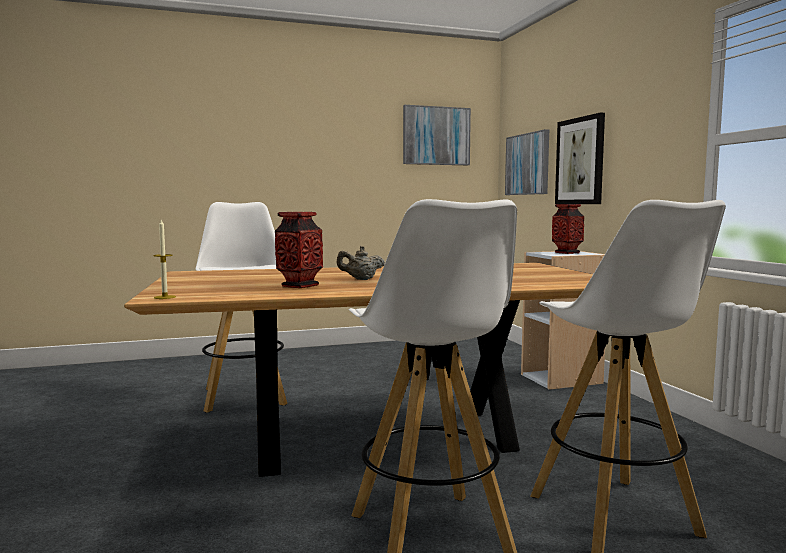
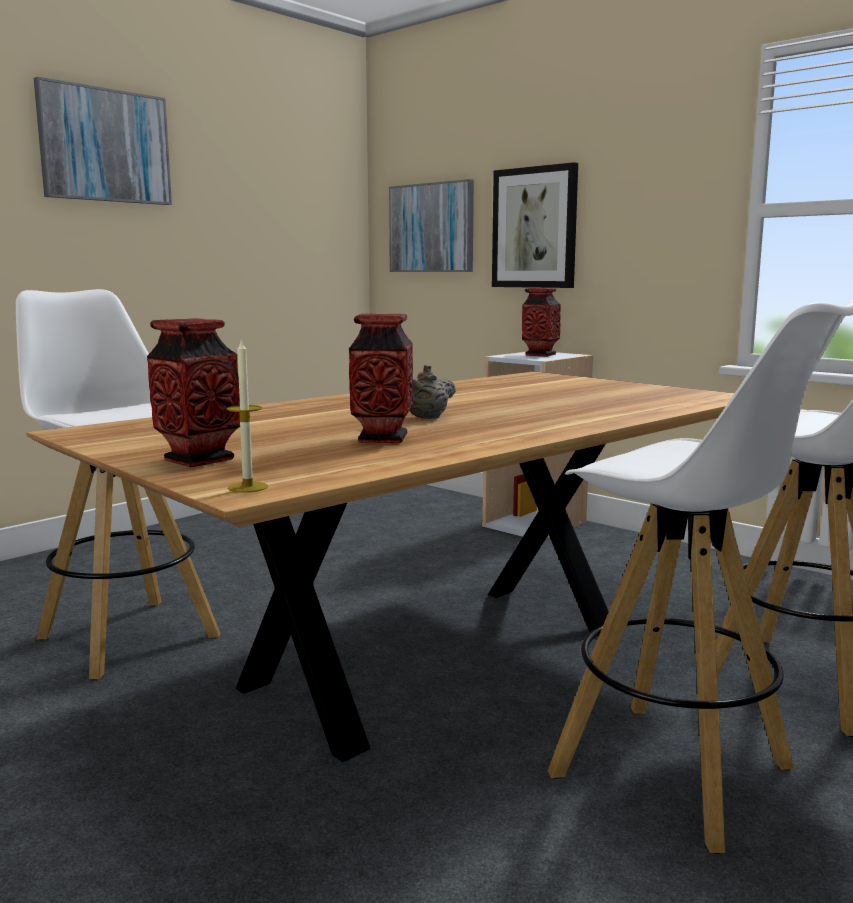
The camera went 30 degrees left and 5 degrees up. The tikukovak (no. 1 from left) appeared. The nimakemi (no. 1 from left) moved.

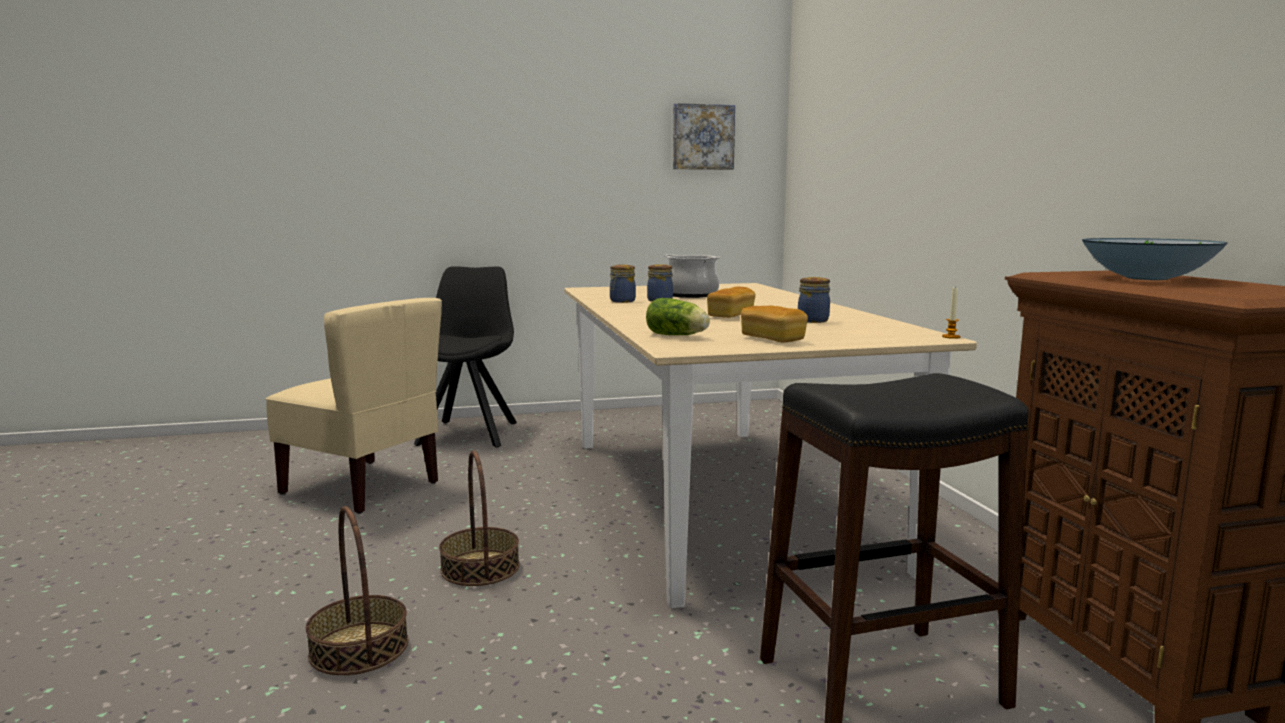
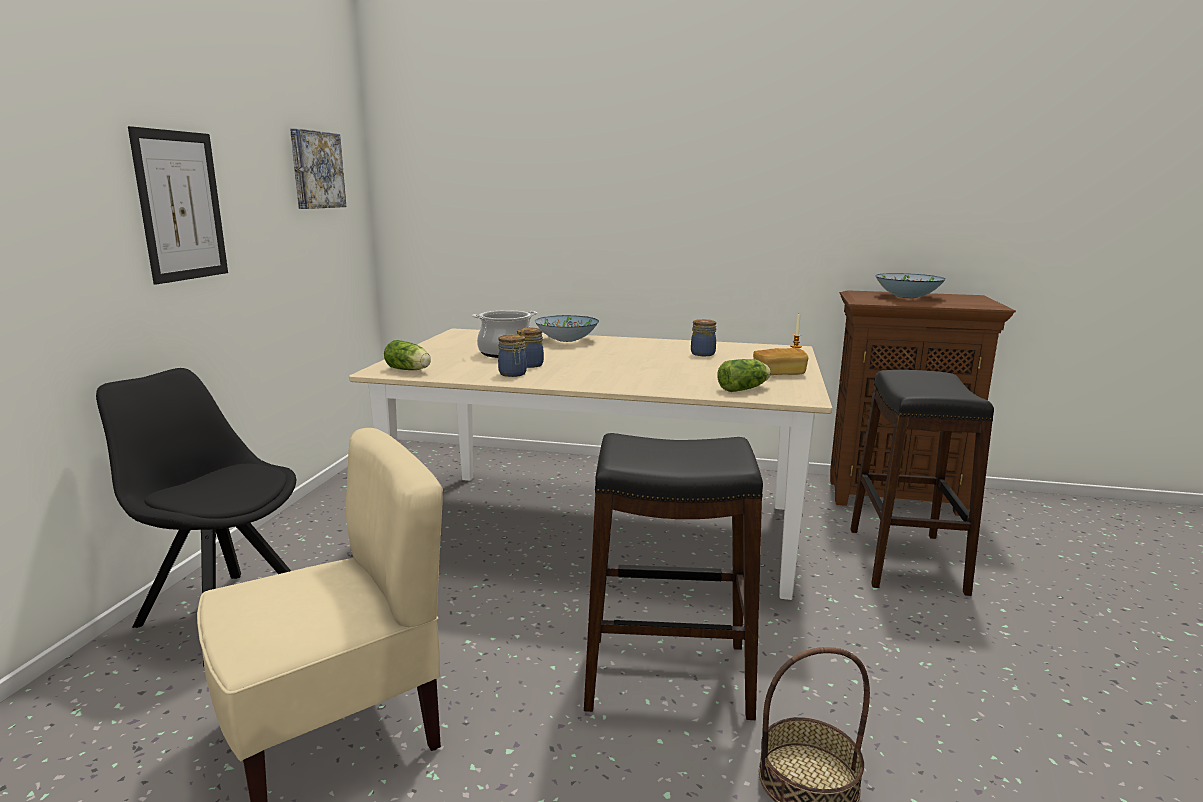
The camera went 65 degrees left and 5 degrees up. The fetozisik (no. 1 from left) disappeared. The nimakemi (no. 1 from left) appeared. The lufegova (no. 1 from left) appeared. The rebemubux (no. 1 from left) appeared. The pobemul (no. 2 from left) was replaced by the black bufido (no. 1 from left).

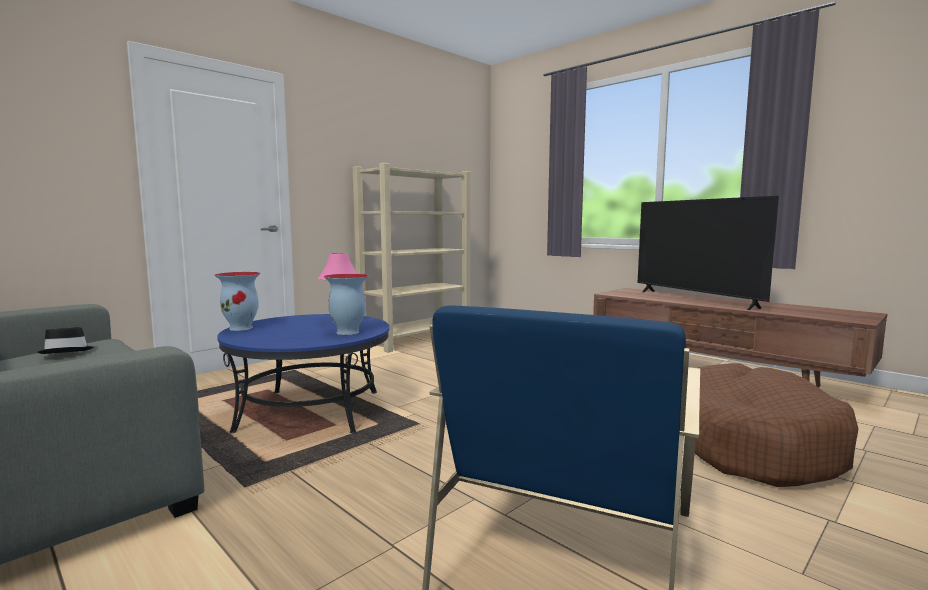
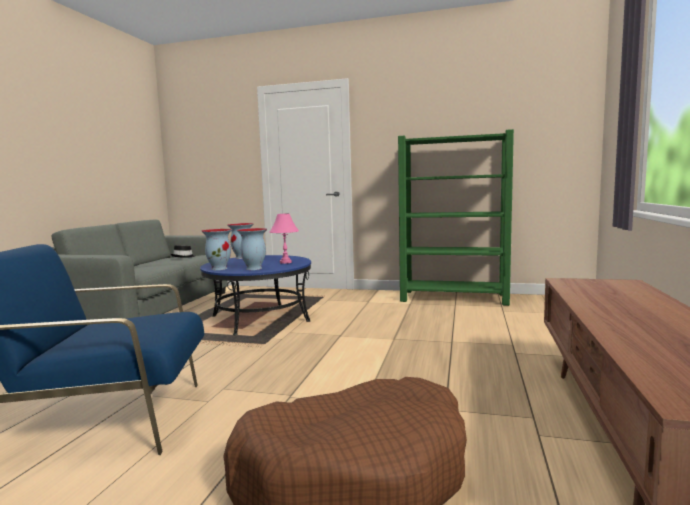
The camera went 60 degrees right and 0 degrees up. The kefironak disappeared. The tikukovak (no. 1 from left) appeared. The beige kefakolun became the green kefakolun.

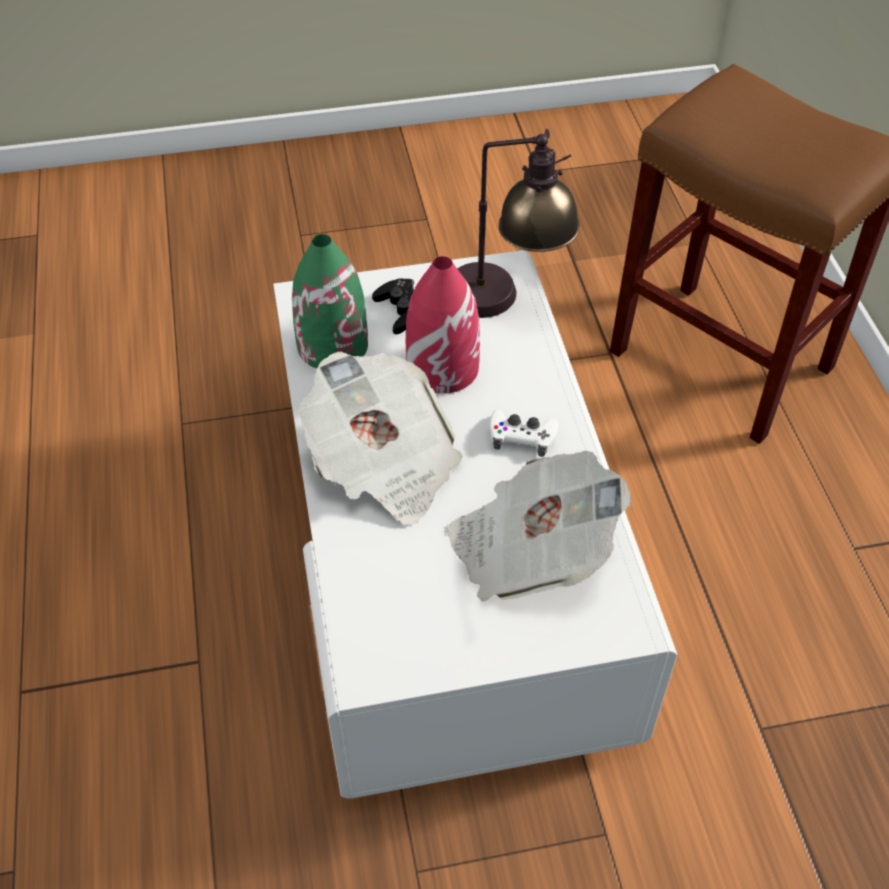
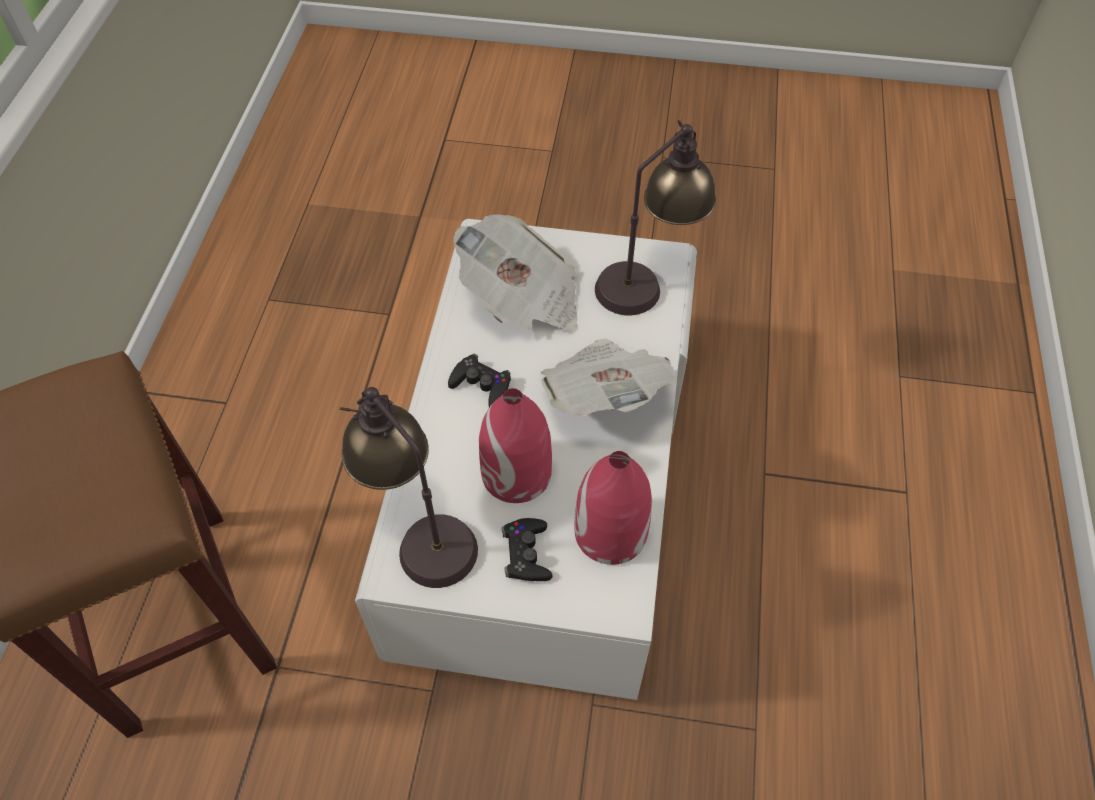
The camera went 160 degrees left and 5 degrees up. The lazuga (no. 2 from left) appeared. The green tikukovak became the red tikukovak (no. 2 from left). The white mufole became the black mufole (no. 1 from left).

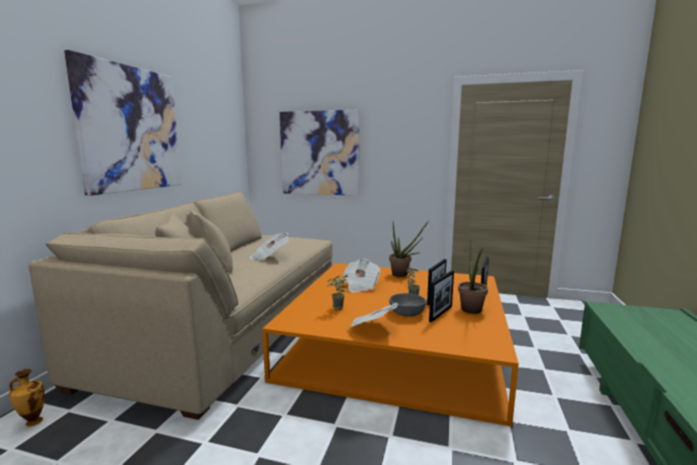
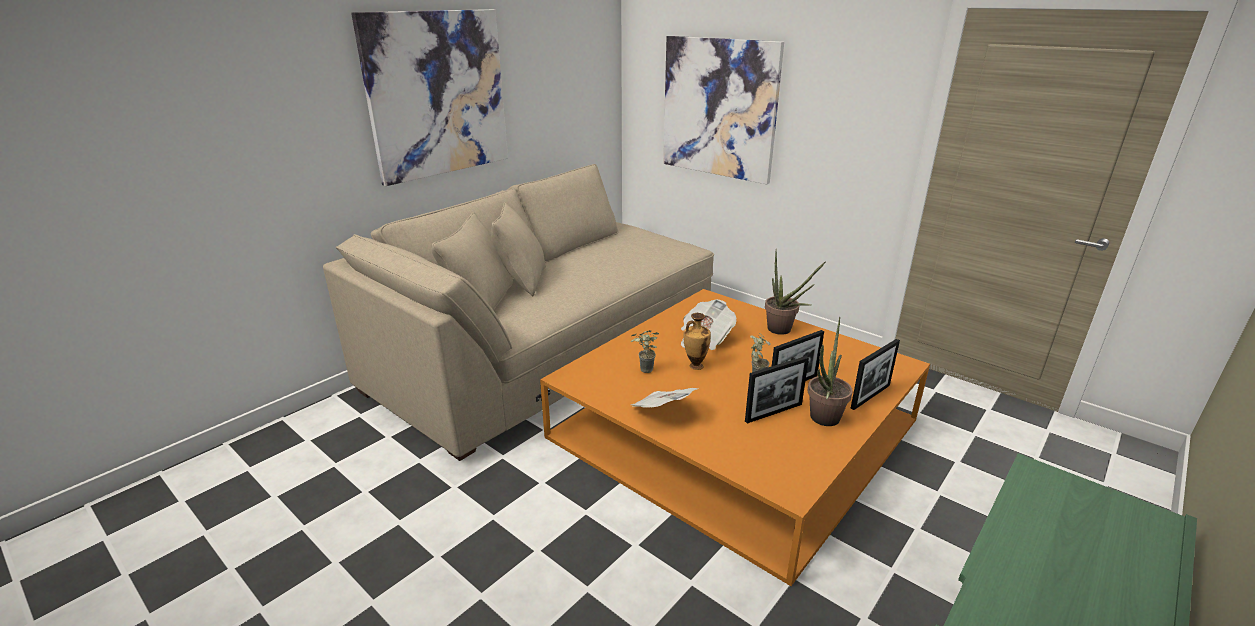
The camera went 25 degrees right and 15 degrees up. The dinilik (no. 1 from left) disappeared. The grey rebemubux disappeared. The tikukovak moved.

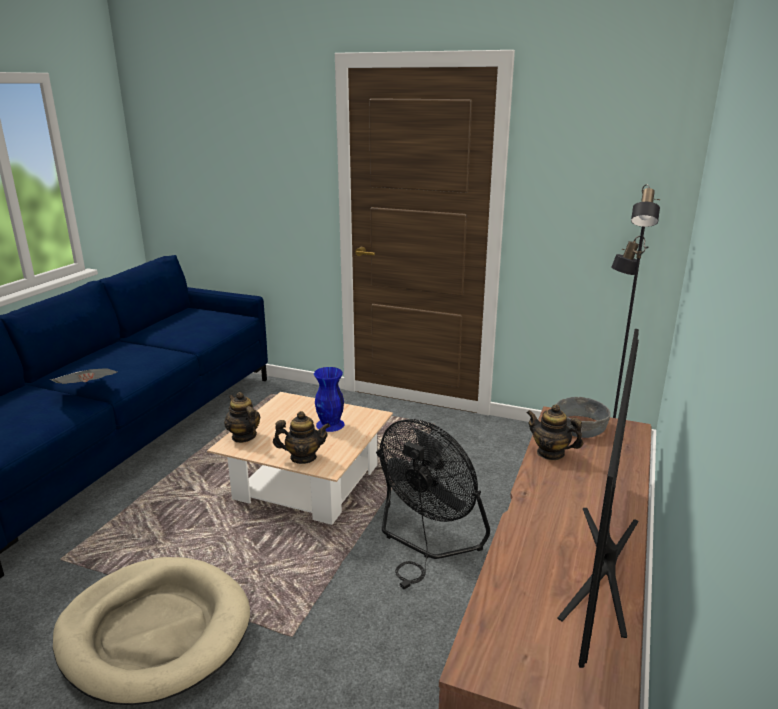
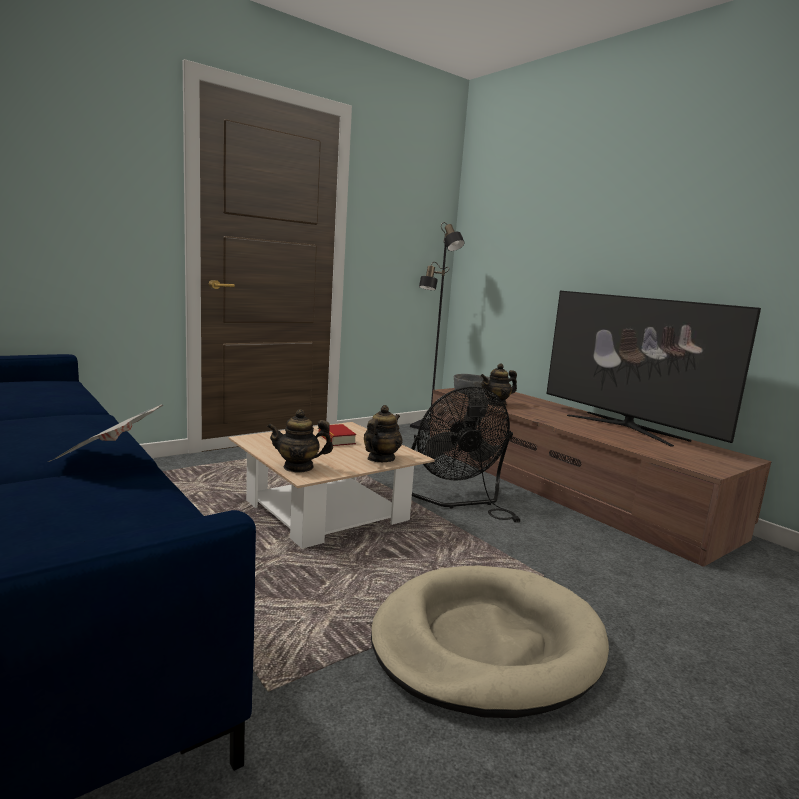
The camera went 60 degrees left and 10 degrees down. The blue tikukovak was replaced by the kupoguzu.

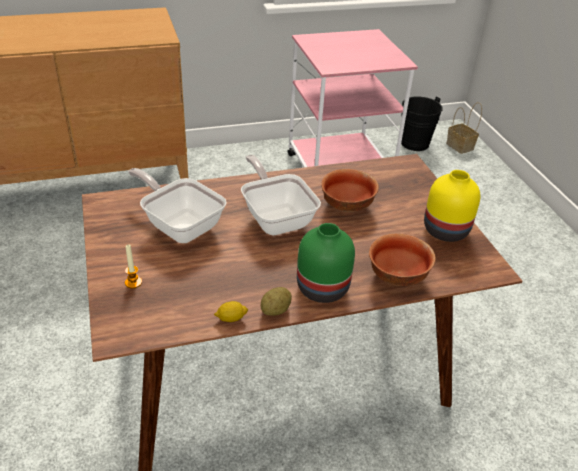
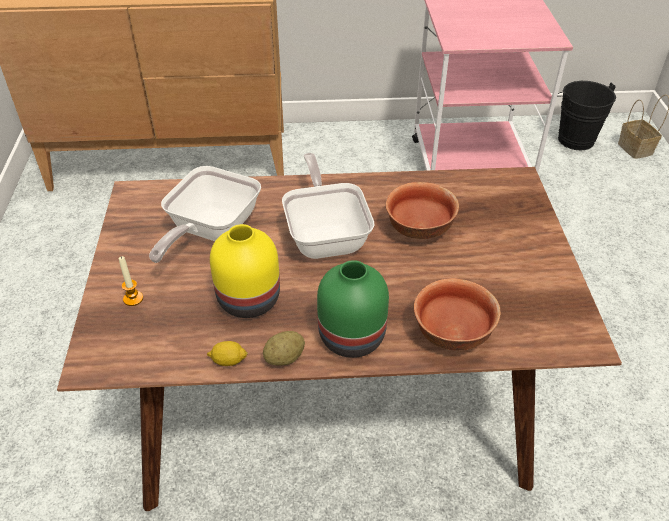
The camera went 15 degrees right and 5 degrees up. The yellow tikukovak moved. The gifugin (no. 1 from left) turned 120 degrees counterclockwise.

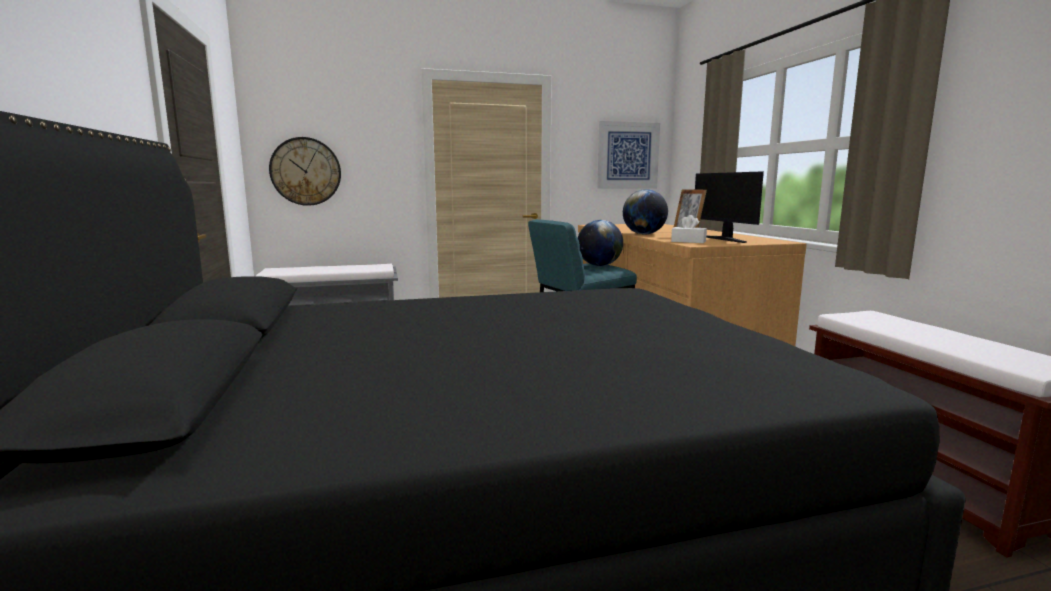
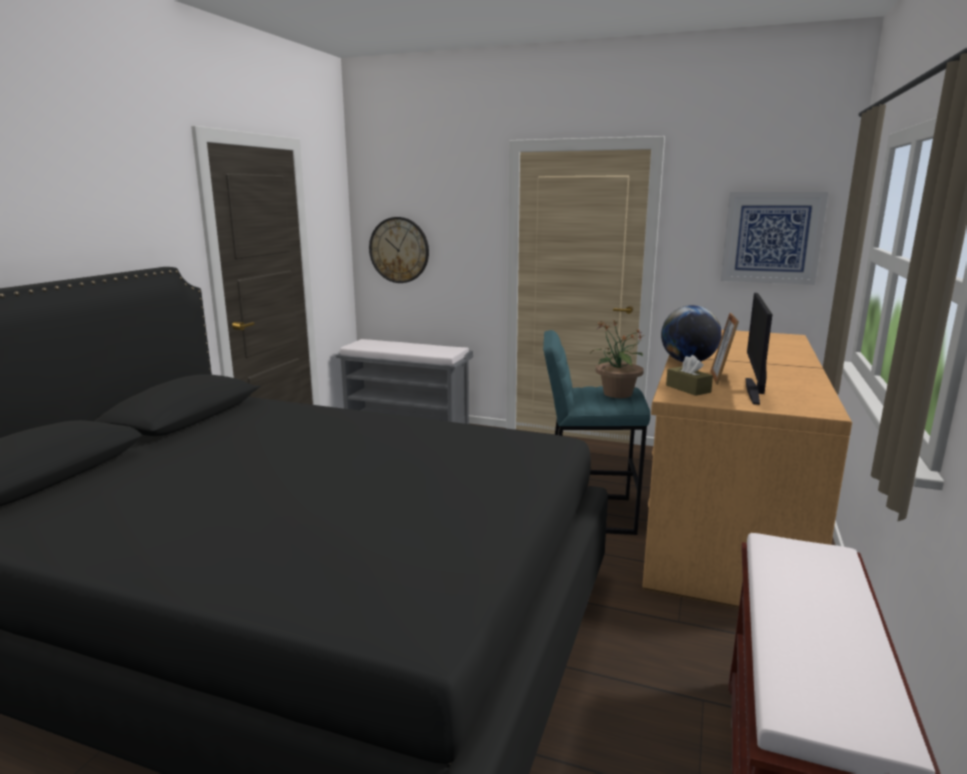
The camera went 35 degrees right and 5 degrees up. The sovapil (no. 1 from left) was replaced by the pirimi. The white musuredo became the brown musuredo.

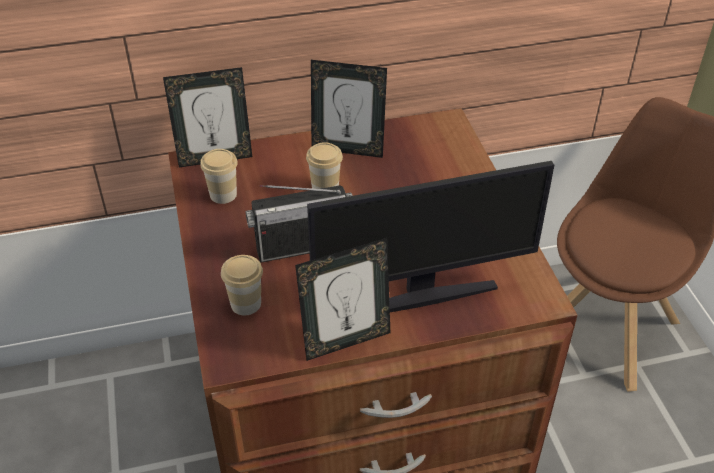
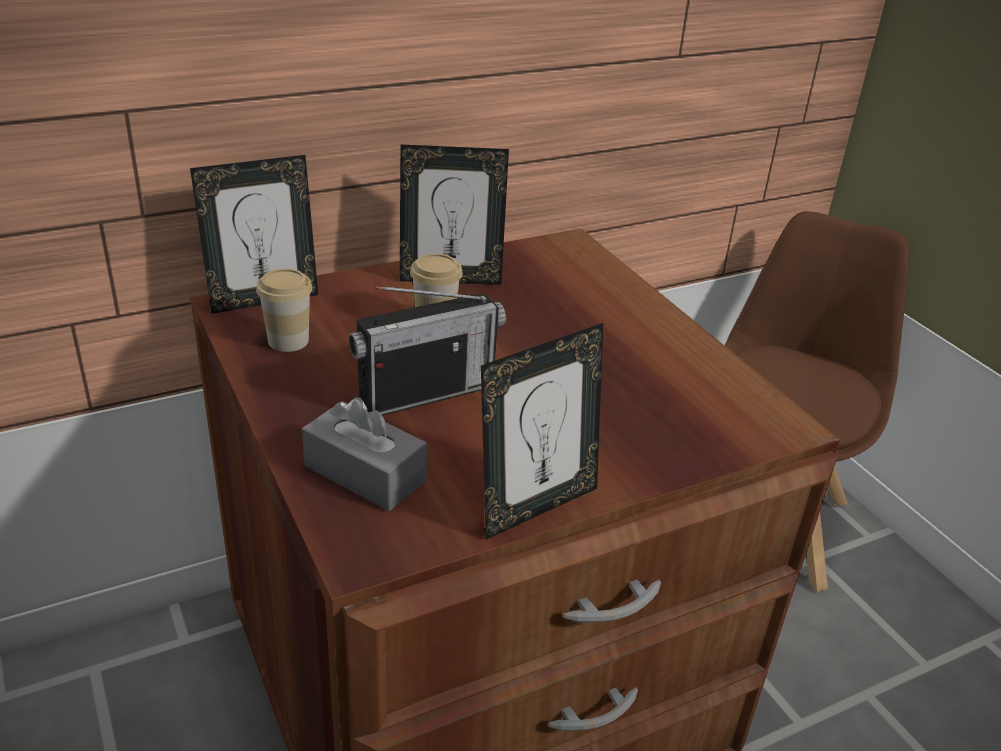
The camera went 15 degrees left and 10 degrees down. The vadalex disappeared. The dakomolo (no. 2 from left) was replaced by the grey musuredo.

